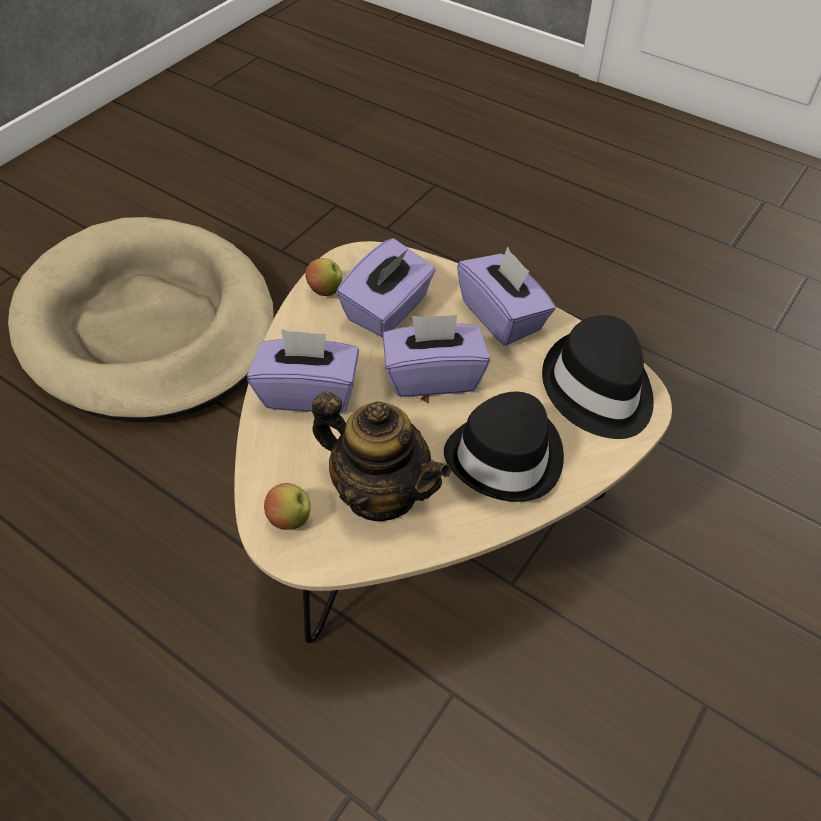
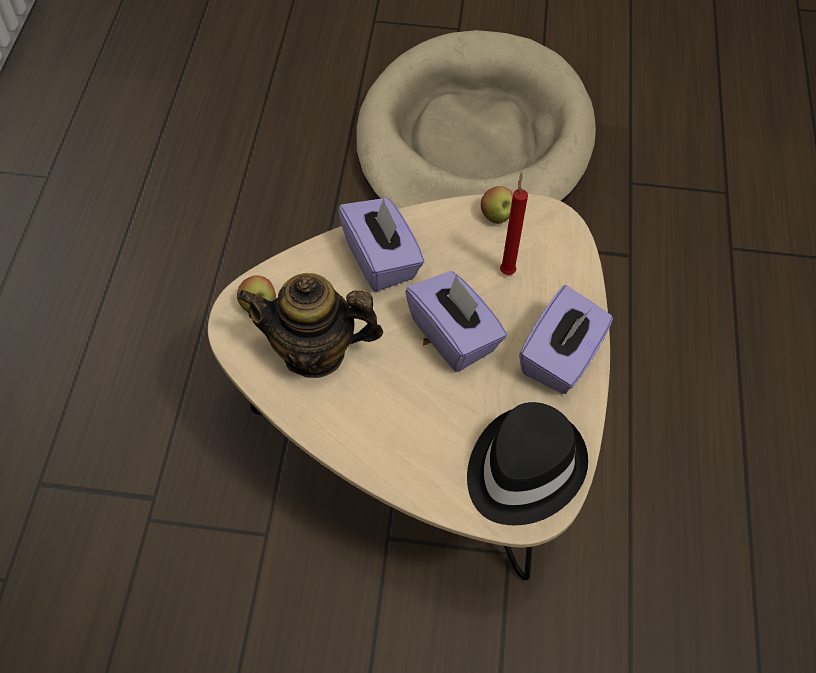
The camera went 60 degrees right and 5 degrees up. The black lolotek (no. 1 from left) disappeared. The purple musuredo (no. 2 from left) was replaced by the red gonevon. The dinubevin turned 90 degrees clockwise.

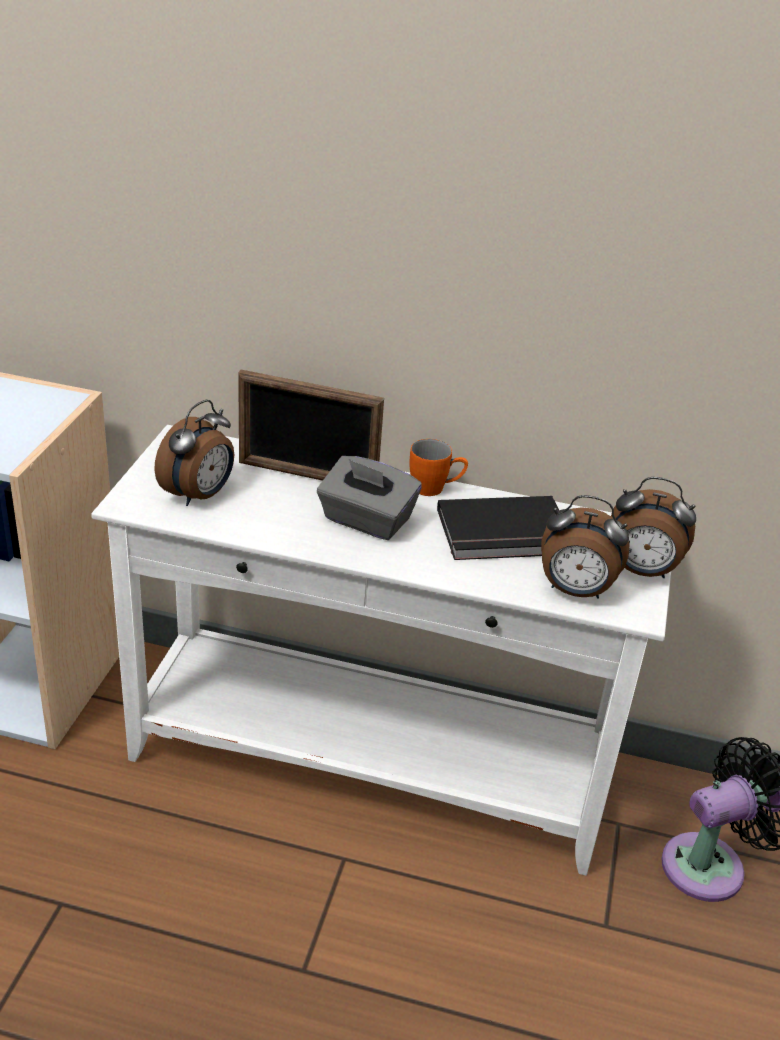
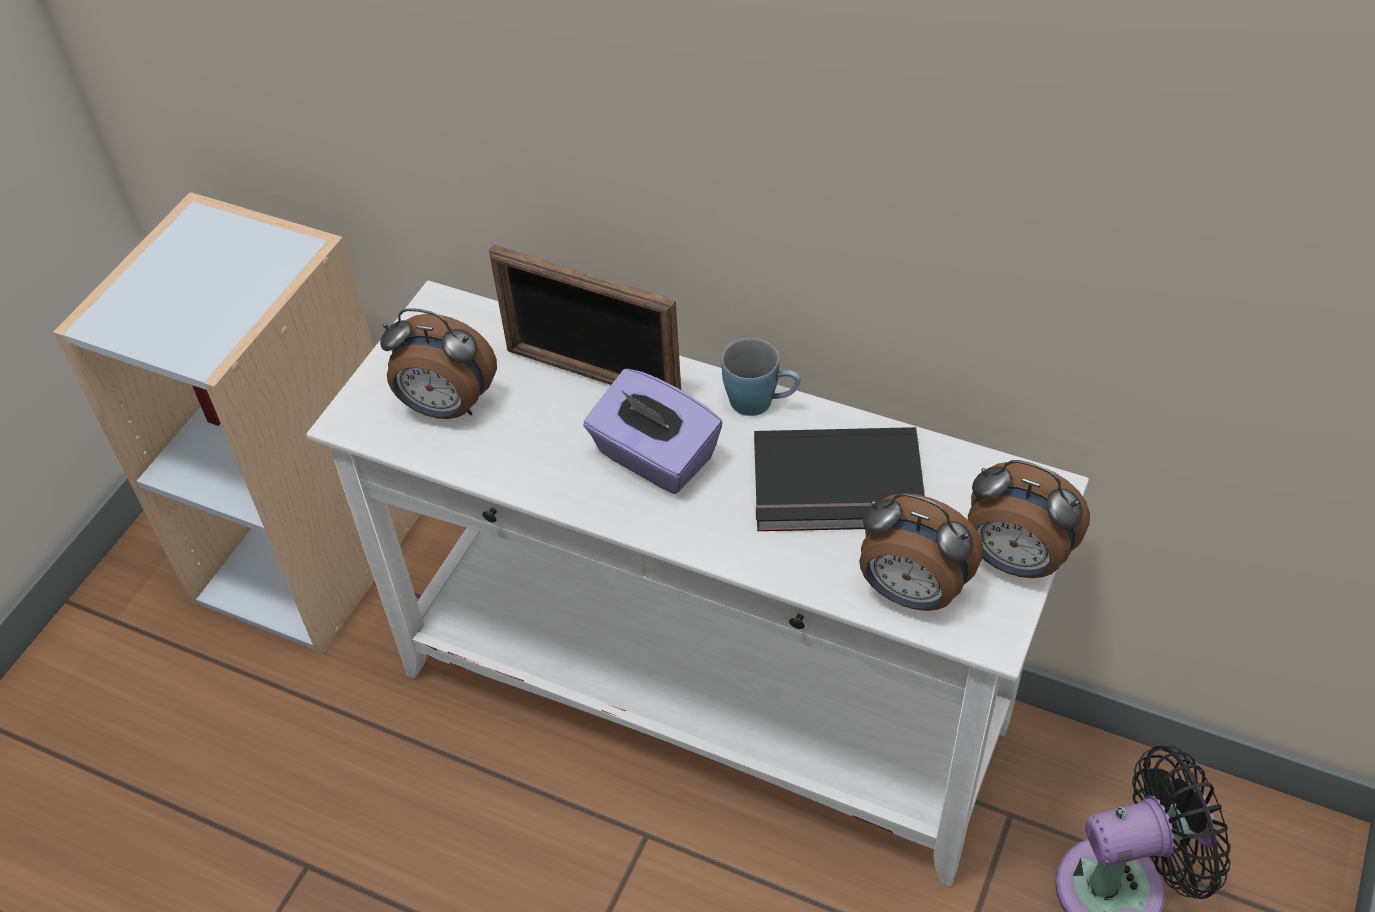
The camera went 15 degrees right and 15 degrees up. The grey musuredo became the purple musuredo. The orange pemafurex became the blue pemafurex. The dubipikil (no. 1 from left) turned 60 degrees clockwise.

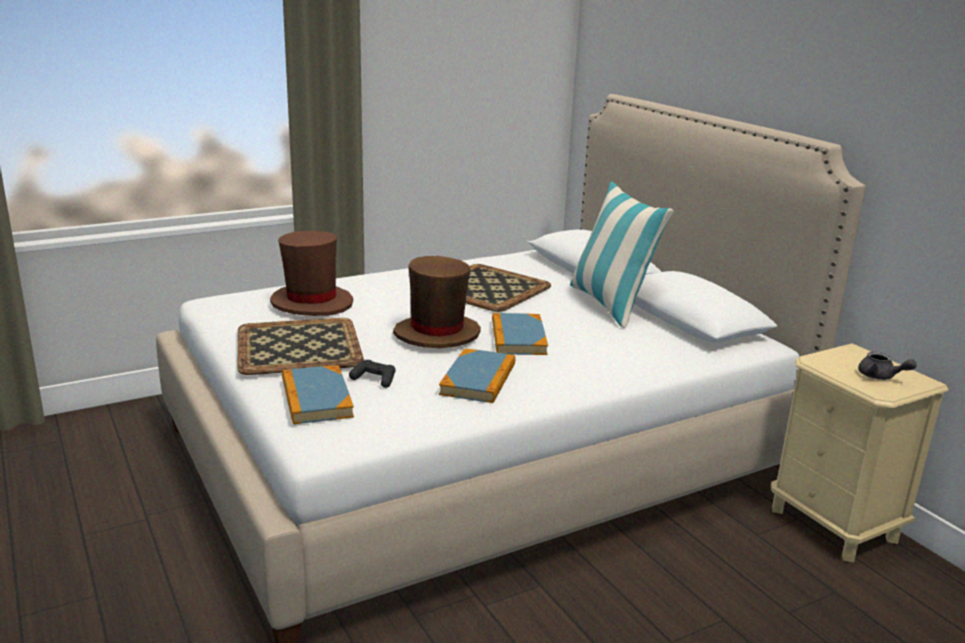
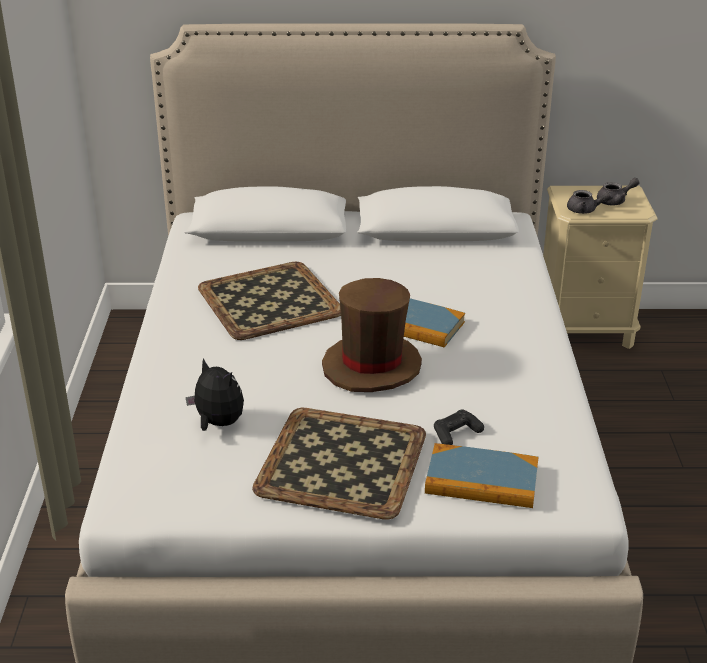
The camera went 60 degrees left and 10 degrees up. The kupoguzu (no. 2 from left) disappeared. The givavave disappeared. The grey dinubevin (no. 1 from left) appeared. The brown lolotek (no. 1 from left) was replaced by the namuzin.

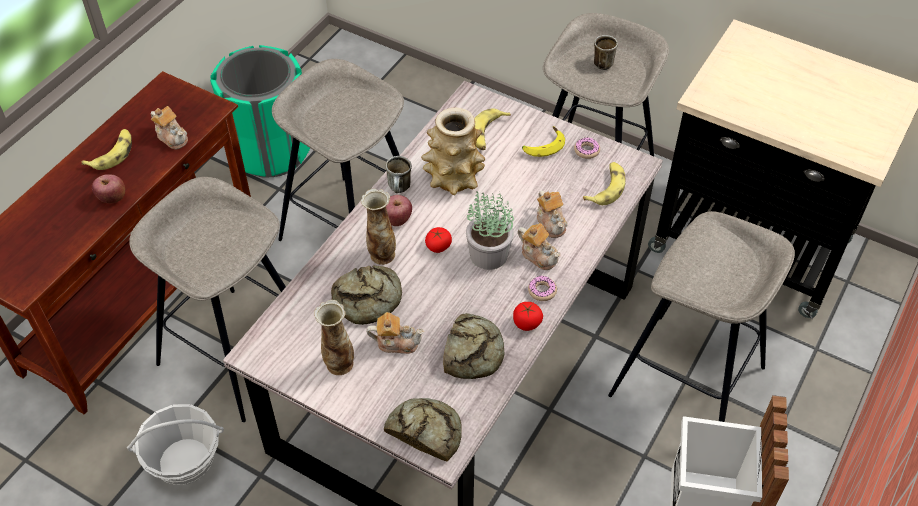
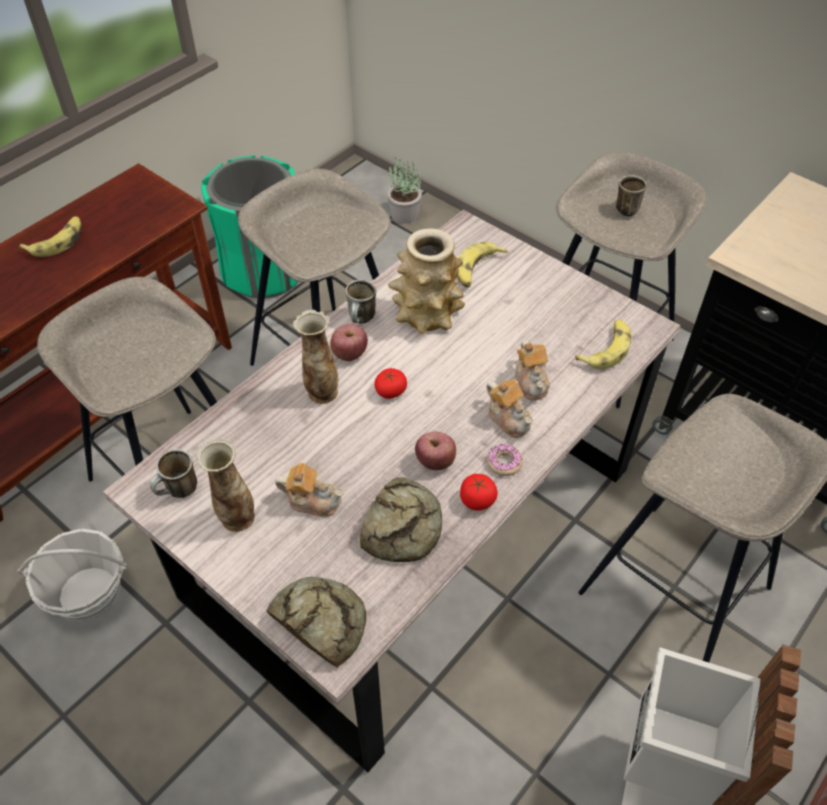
The camera went 10 degrees right and 0 degrees up. The dinubevin (no. 1 from left) disappeared. The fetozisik (no. 1 from left) disappeared. The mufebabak (no. 3 from left) disappeared. The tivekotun (no. 2 from left) disappeared. The pemafurex (no. 1 from left) appeared. The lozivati (no. 1 from left in the first image) moved. The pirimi moved.

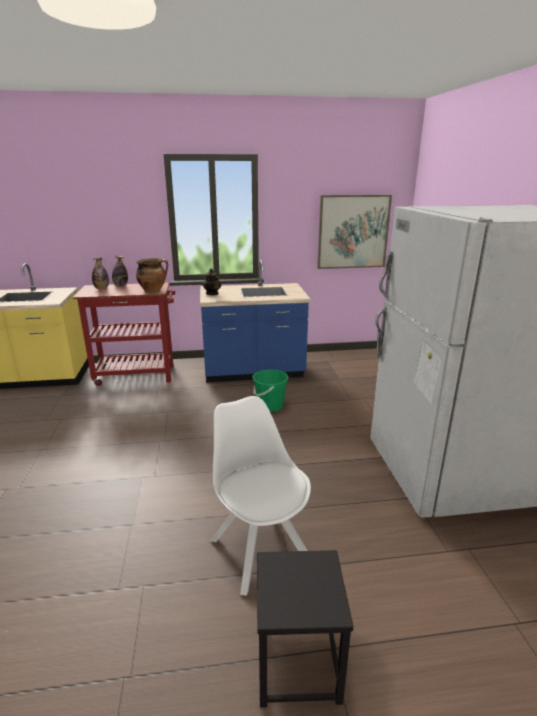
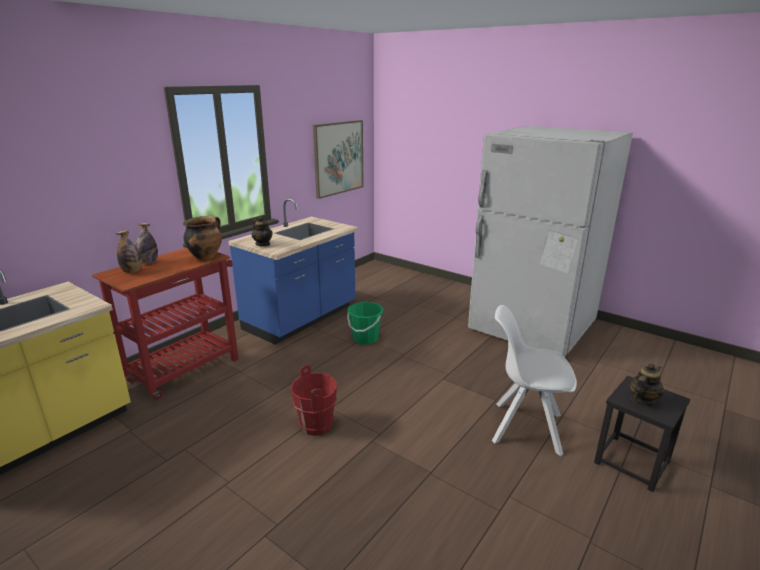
The camera went 45 degrees left and 0 degrees up. The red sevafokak appeared. The dinubevin (no. 2 from left) appeared.

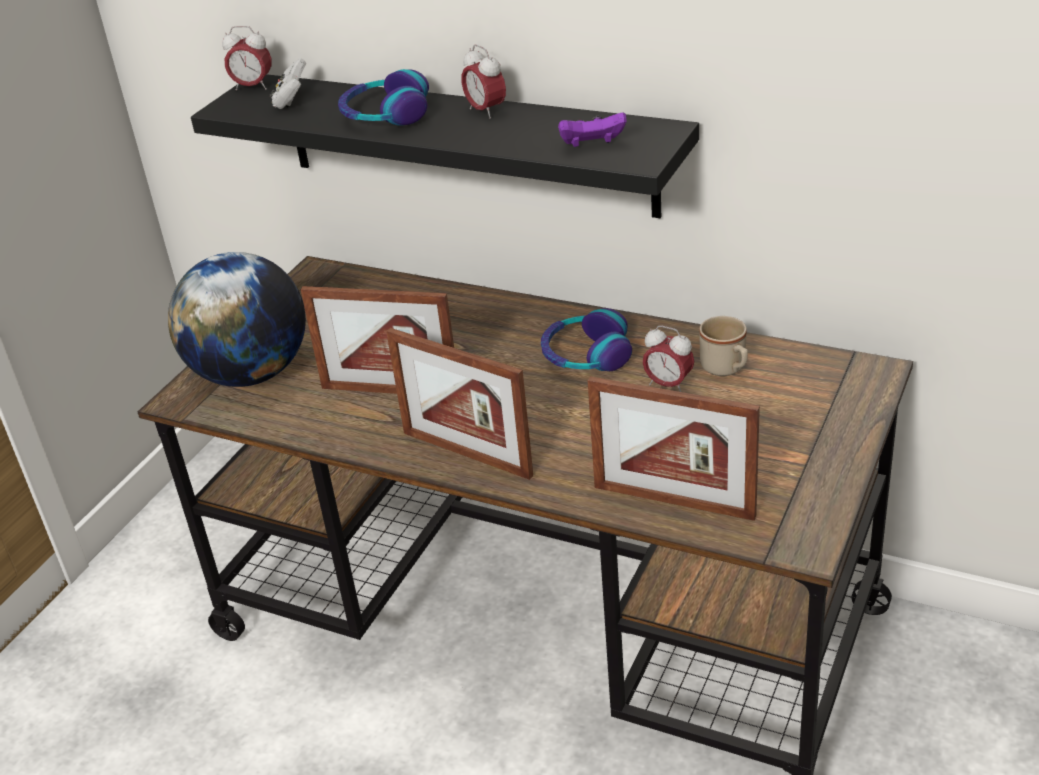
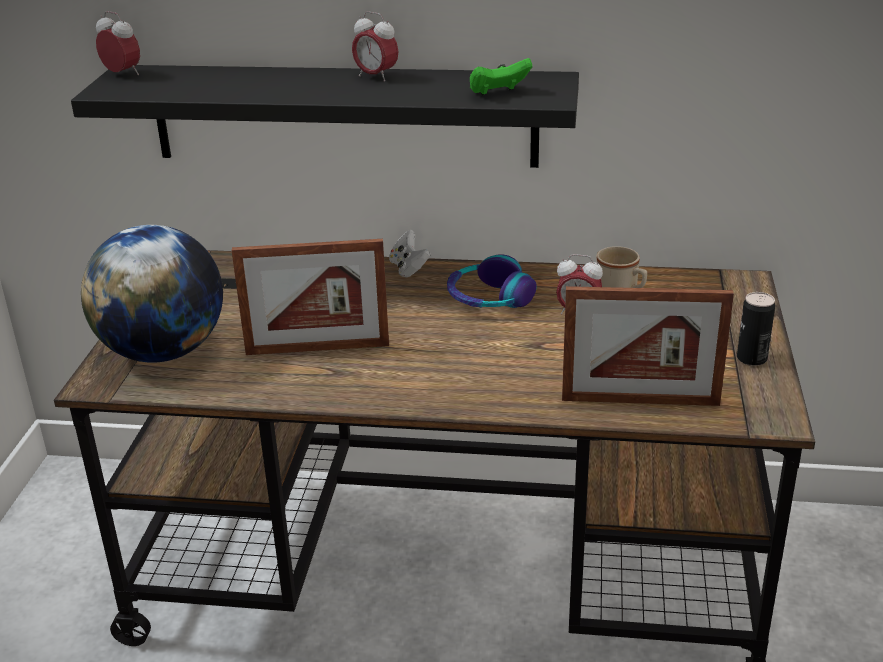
The camera went 20 degrees left and 5 degrees down. The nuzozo (no. 1 from left) disappeared. The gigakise (no. 2 from left) disappeared. The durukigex appeared. The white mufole moved. The purple mufole became the green mufole. The dubipikil (no. 1 from left) turned 135 degrees counterclockwise.

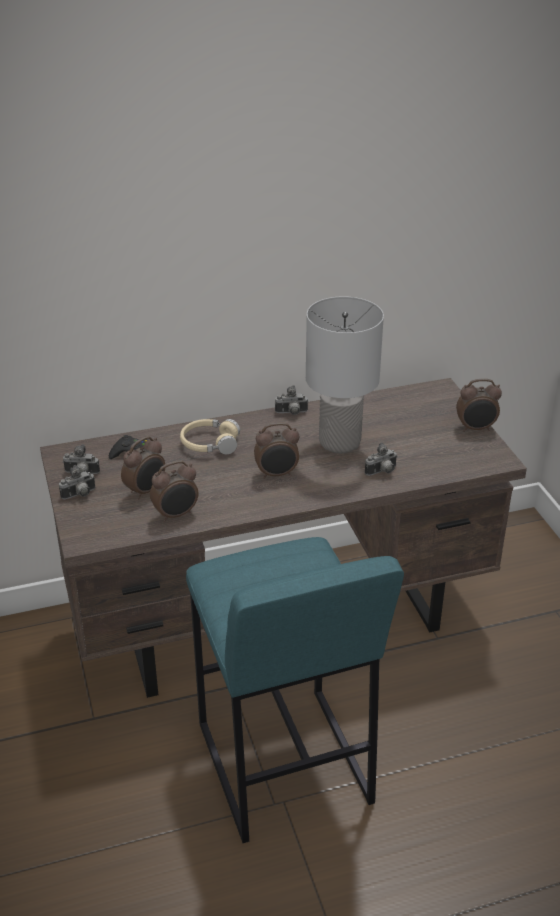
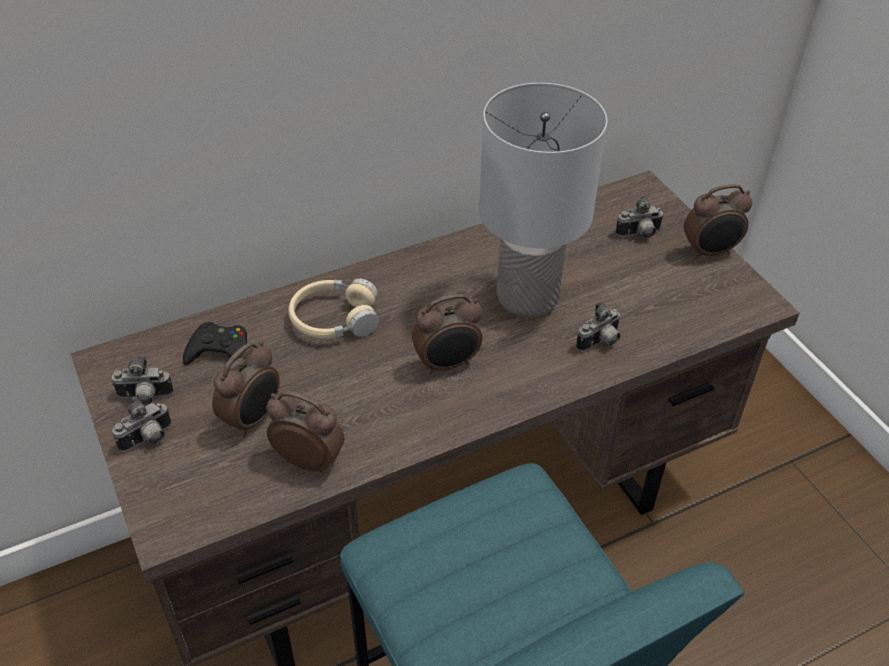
The camera went 10 degrees left and 10 degrees up. The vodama (no. 3 from left in the first image) moved. The dubipikil (no. 2 from left) turned 120 degrees counterclockwise.

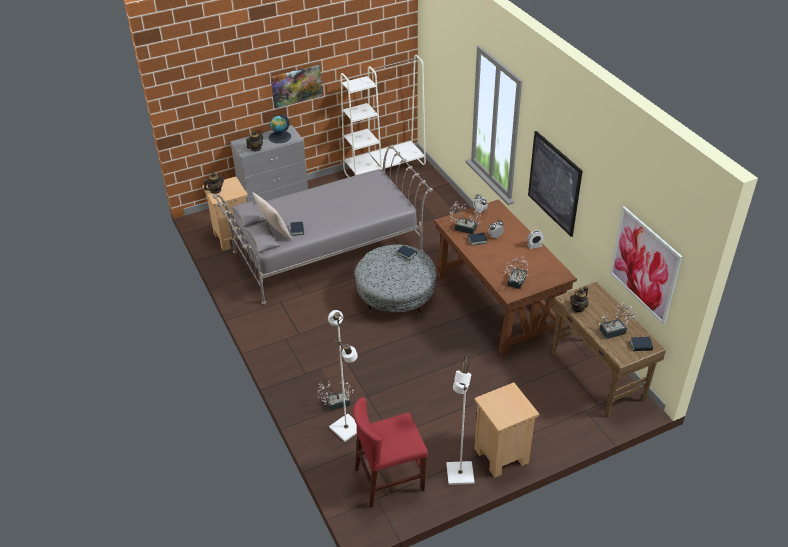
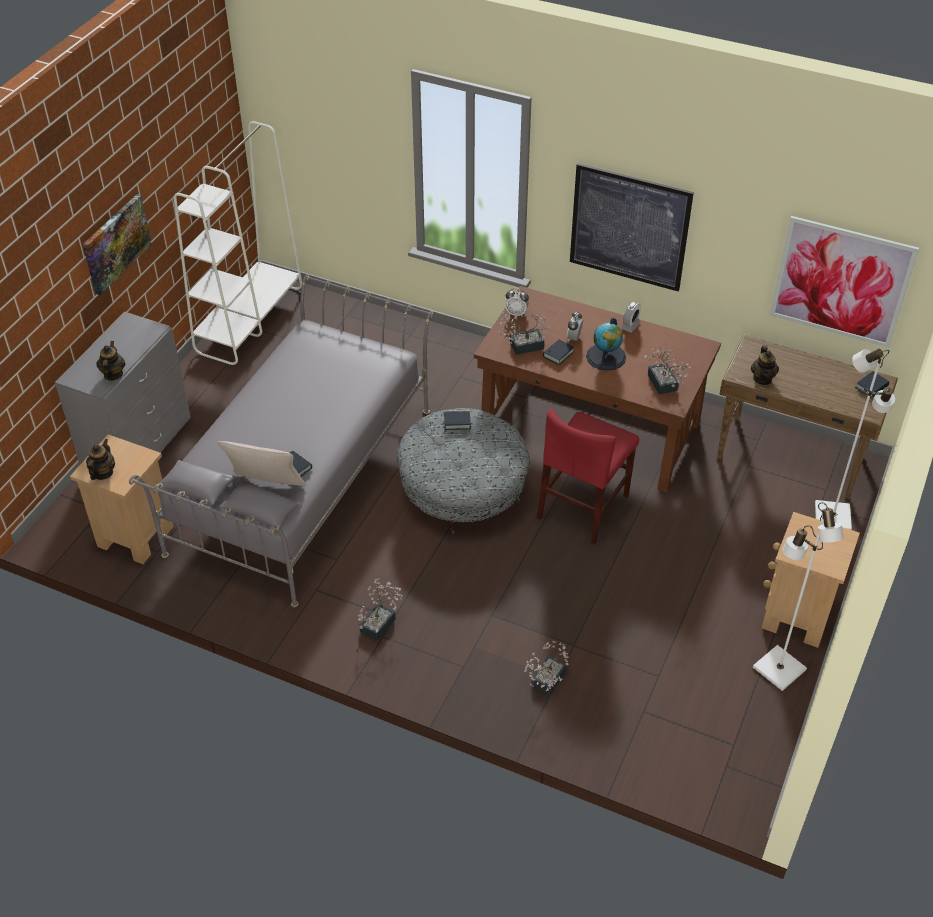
The camera went 40 degrees left and 5 degrees up. The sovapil moved. The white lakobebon (no. 1 from left in the first image) moved. The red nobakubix moved. The pirimi (no. 4 from left in the first image) moved.

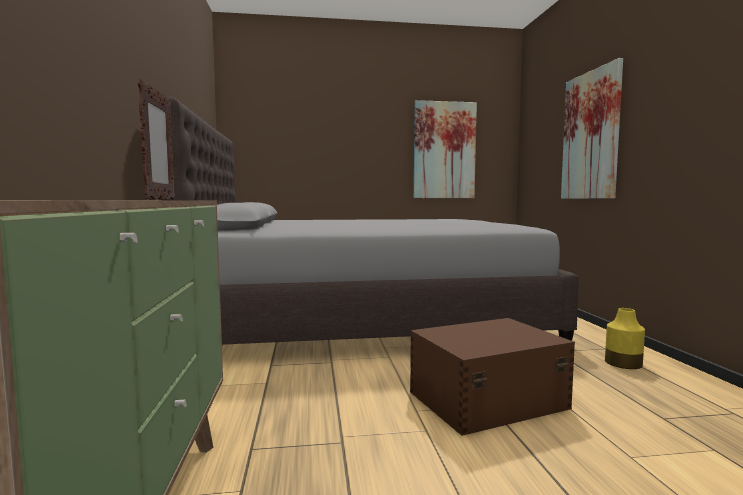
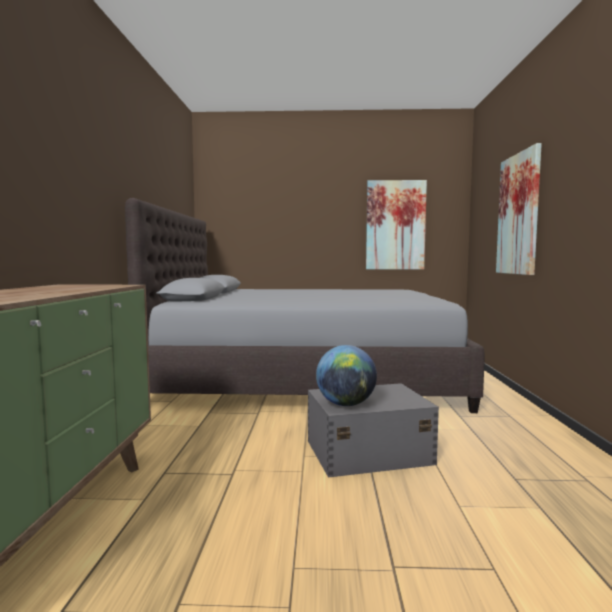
The camera went 10 degrees right and 0 degrees up. The gigakise disappeared. The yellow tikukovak disappeared. The sovapil appeared. The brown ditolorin became the grey ditolorin.

